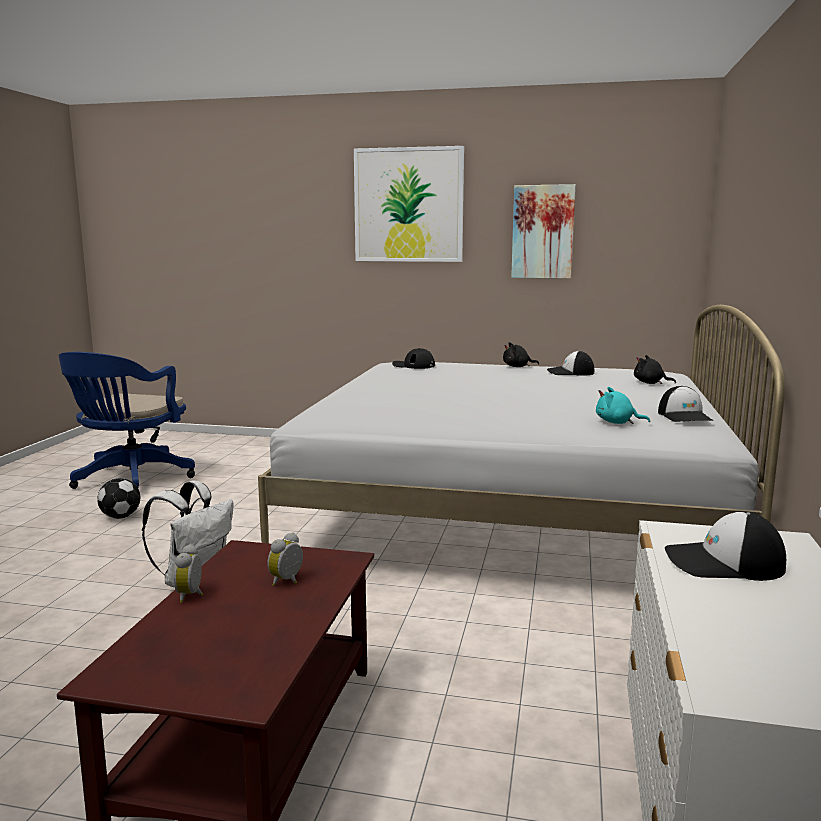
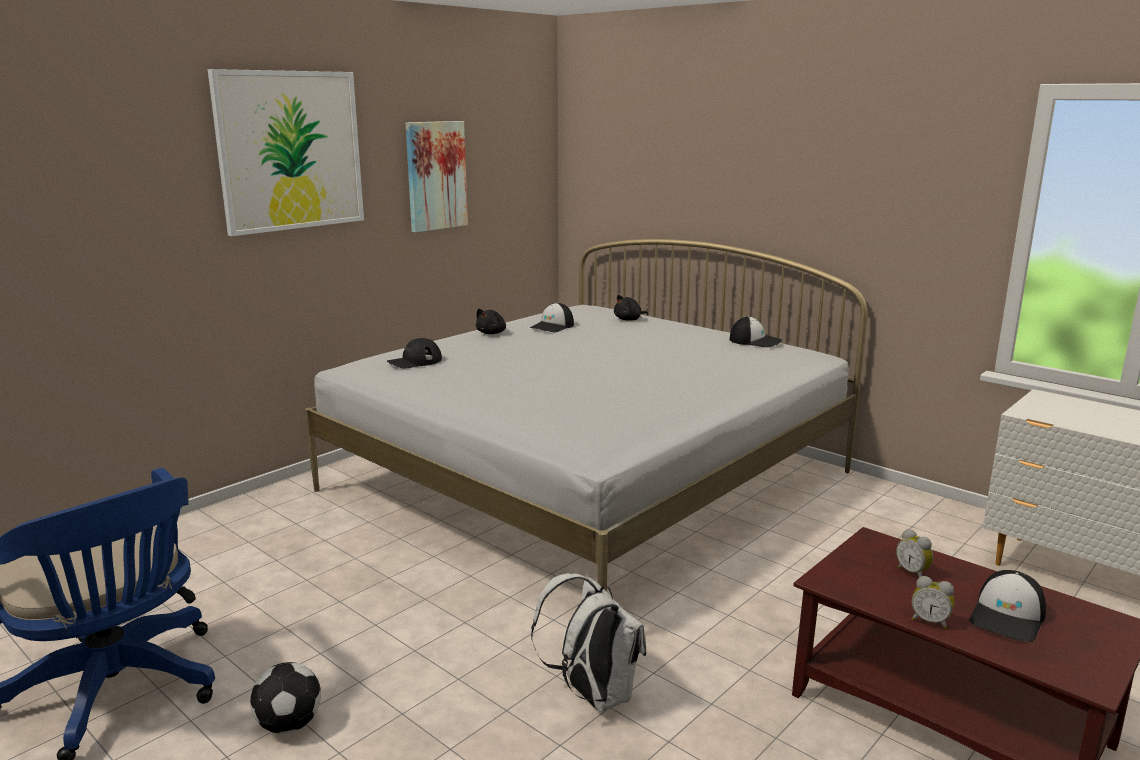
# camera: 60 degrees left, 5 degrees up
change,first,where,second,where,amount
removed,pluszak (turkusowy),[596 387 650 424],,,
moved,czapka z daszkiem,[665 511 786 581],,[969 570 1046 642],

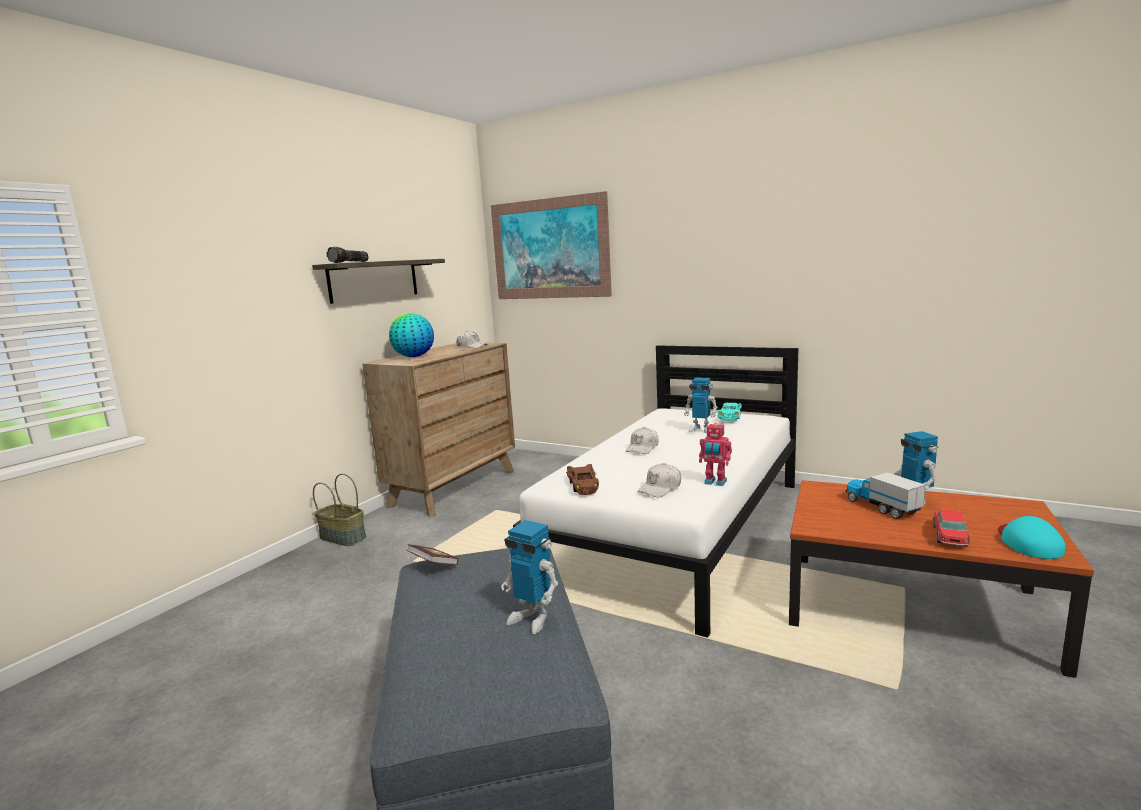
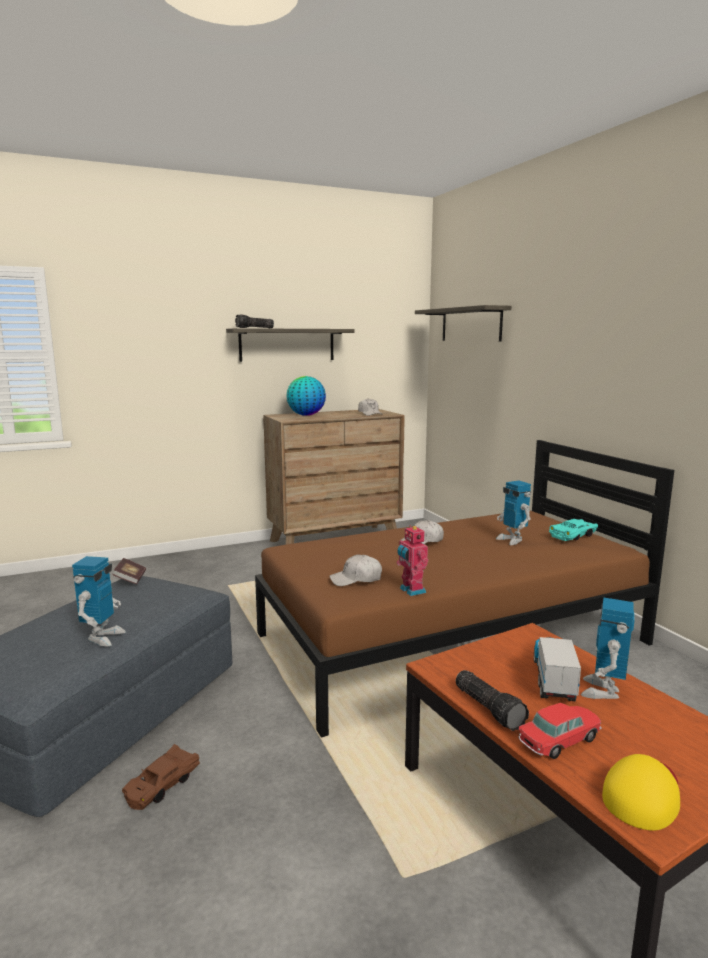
# camera: 35 degrees right, 0 degrees up
change,first,where,second,where,amount
removed,koszyk,[313 473 366 546],,,
replaced,obraz,[491 191 612 299],półka,[415 305 512 341],
turned,robot zabawkowy,[501 520 558 634],,[72 556 126 646],150 degrees counterclockwise
recoloured,łóżko (biały),[513 345 798 638],łóżko (brązowy),[255 440 674 737],
moved,samochodzik (brązowy),[566 464 599 495],,[122 744 200 810],
recoloured,czapka z daszkiem (turkusowy),[998 516 1065 559],czapka z daszkiem (żółty),[602 754 680 831],
added,,,latarka,[456 670 529 731],

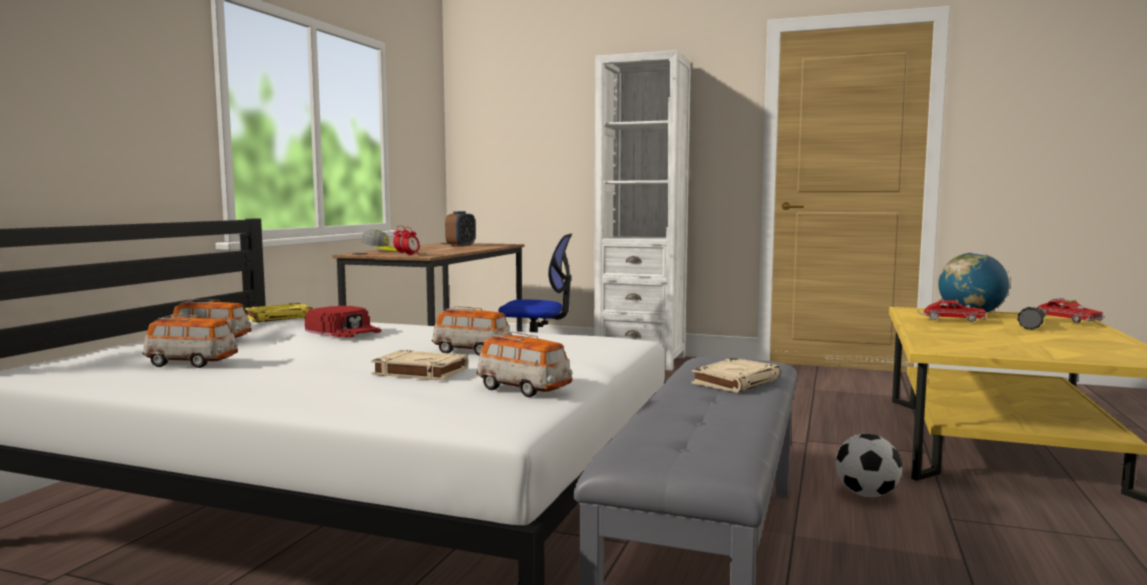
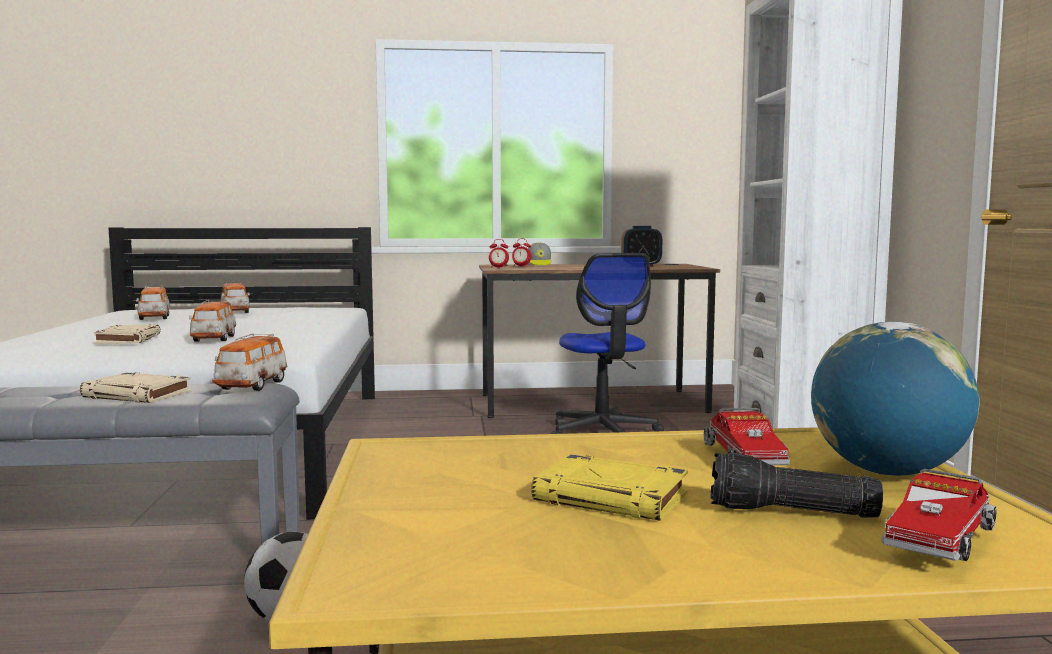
# camera: 65 degrees right, 0 degrees up
change,first,where,second,where,amount
moved,książka (żółty),[245 303 313 322],,[531 454 688 521],
removed,czapka z daszkiem (czerwony),[305 305 381 338],,,
moved,samochodzik,[476 331 572 397],,[213 333 287 391],

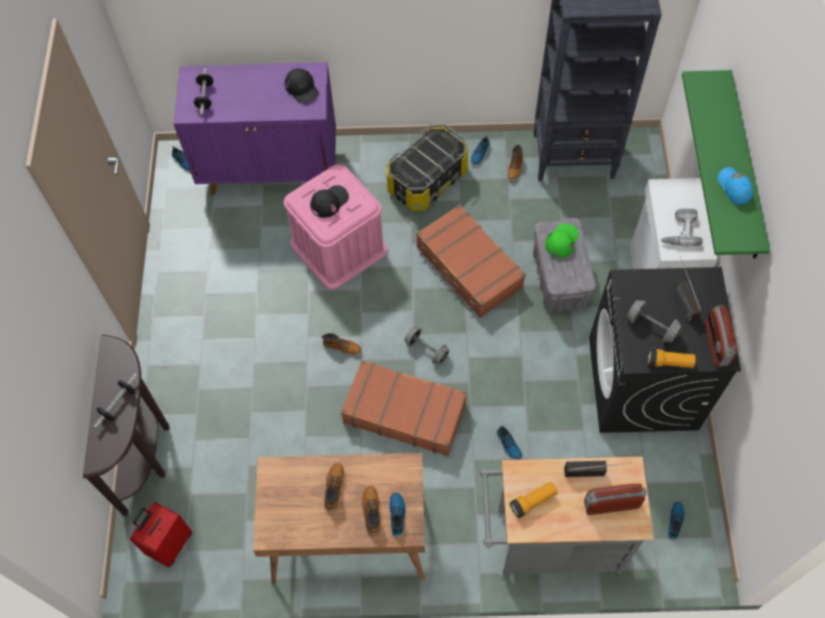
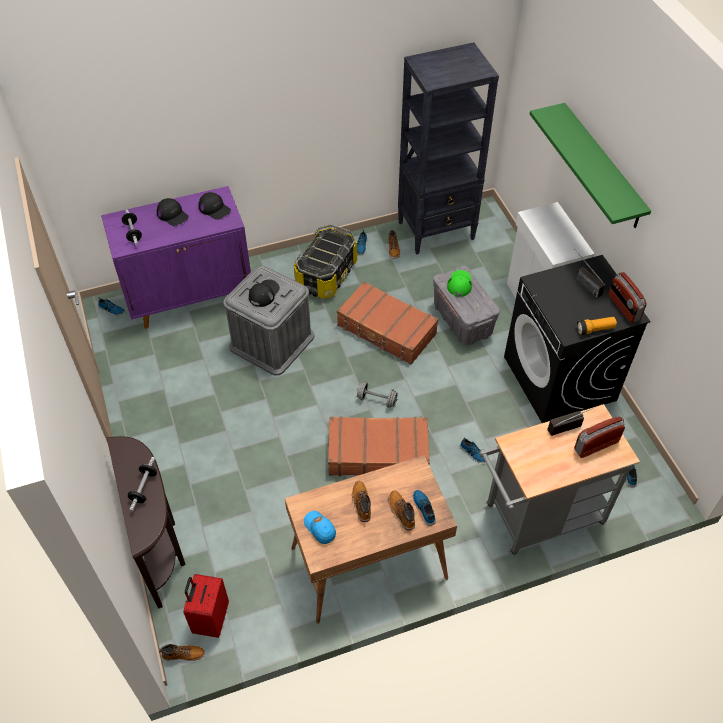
# camera: 20 degrees left, 10 degrees down
change,first,where,second,where,amount
recoloured,pojemnik do przechowywania (różowy),[284 165 387 290],pojemnik do przechowywania (szary),[223 266 314 376],
moved,but z cholewką,[321 333 362 355],,[159 644 205 661],
removed,latarka,[510 482 557 518],,,
removed,hantel (szary),[627 300 682 343],,,
removed,wiertarka,[661 209 703 246],,,
moved,czapka z daszkiem (niebieski),[718 167 753 205],,[304 511 336 544],
added,,,czapka z daszkiem (czarny),[157 198 189 226],

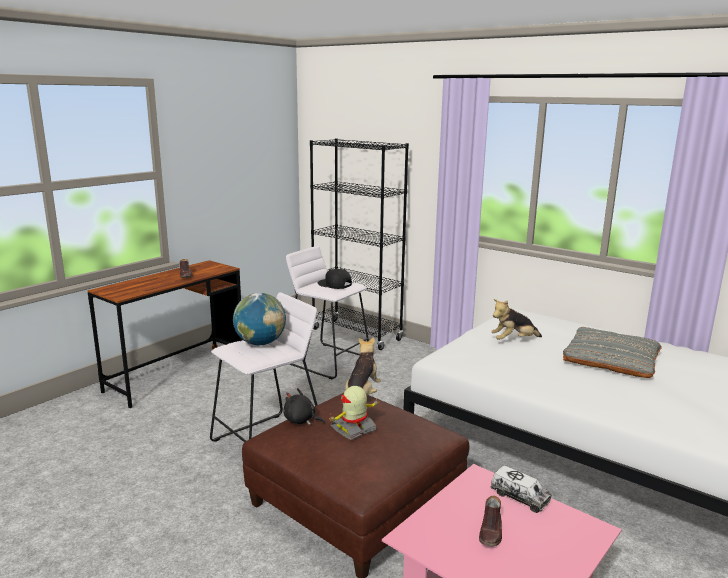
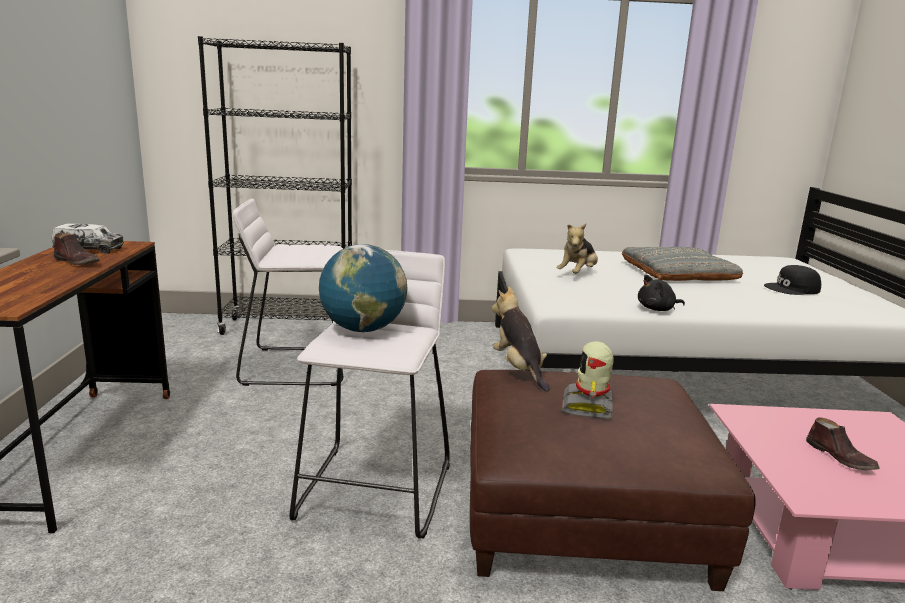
# camera: 40 degrees left, 0 degrees up
change,first,where,second,where,amount
moved,pluszak (czarny),[283 388 325 425],,[638 275 685 311],
moved,czapka z daszkiem (czarny),[318 269 352 289],,[764 265 821 295],
moved,ciężarówka zabawkowa,[491 465 552 513],,[52 223 124 254],

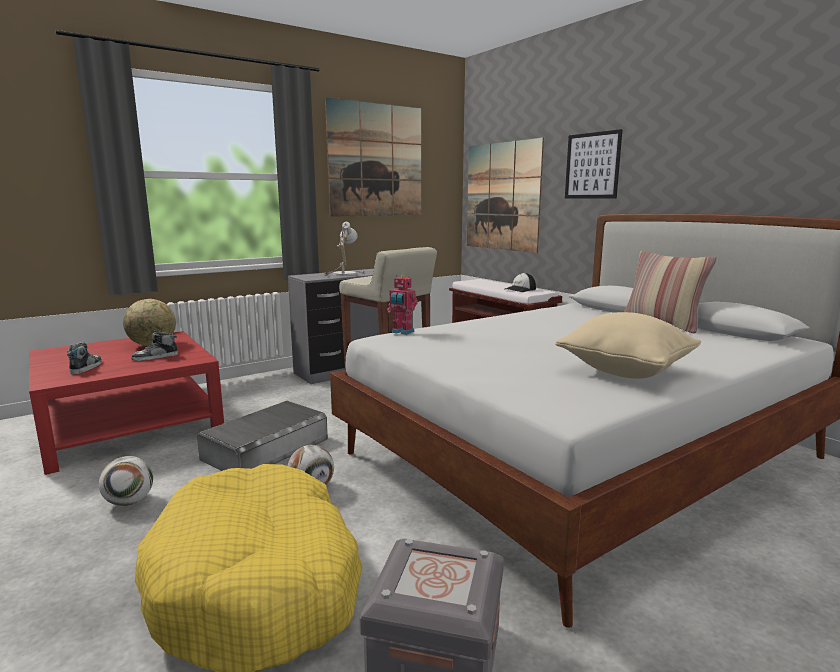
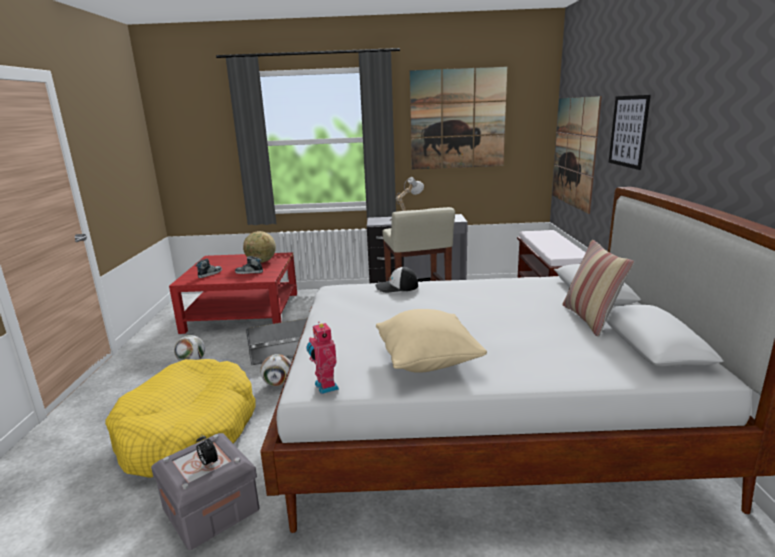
# camera: 35 degrees right, 5 degrees up
change,first,where,second,where,amount
moved,robot zabawkowy,[387 275 418 335],,[306 321 339 394],
moved,czapka z daszkiem,[505 273 536 292],,[376 267 418 293],
added,,,budzik,[196 434 218 468],

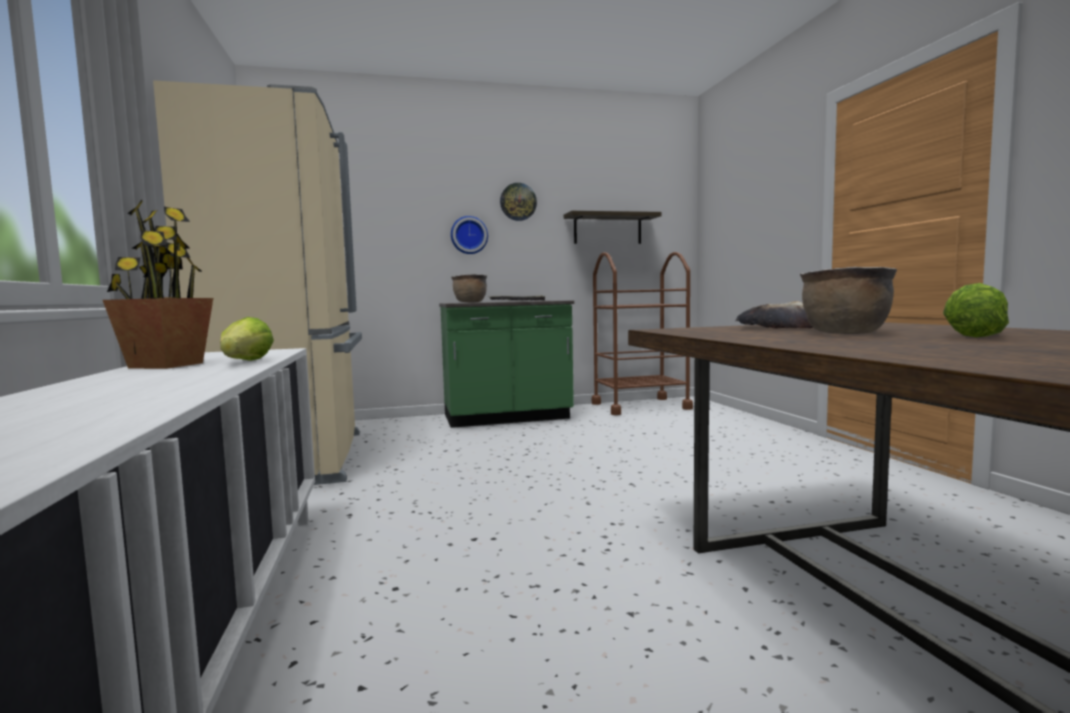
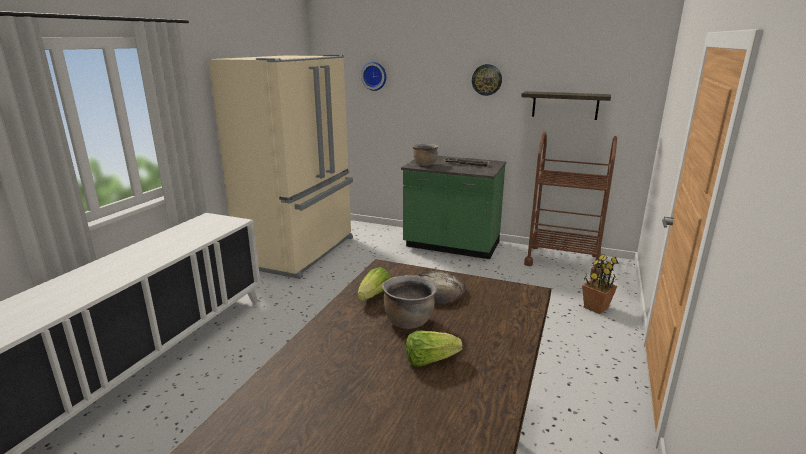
# camera: 35 degrees right, 15 degrees up
change,first,where,second,where,amount
moved,roślina doniczkowa,[103 200 213 369],,[582 254 619 314],
moved,sałata,[220 317 274 361],,[357 267 391 301],
moved,zegar ścienny,[451 216 488 254],,[361 62 386 91],

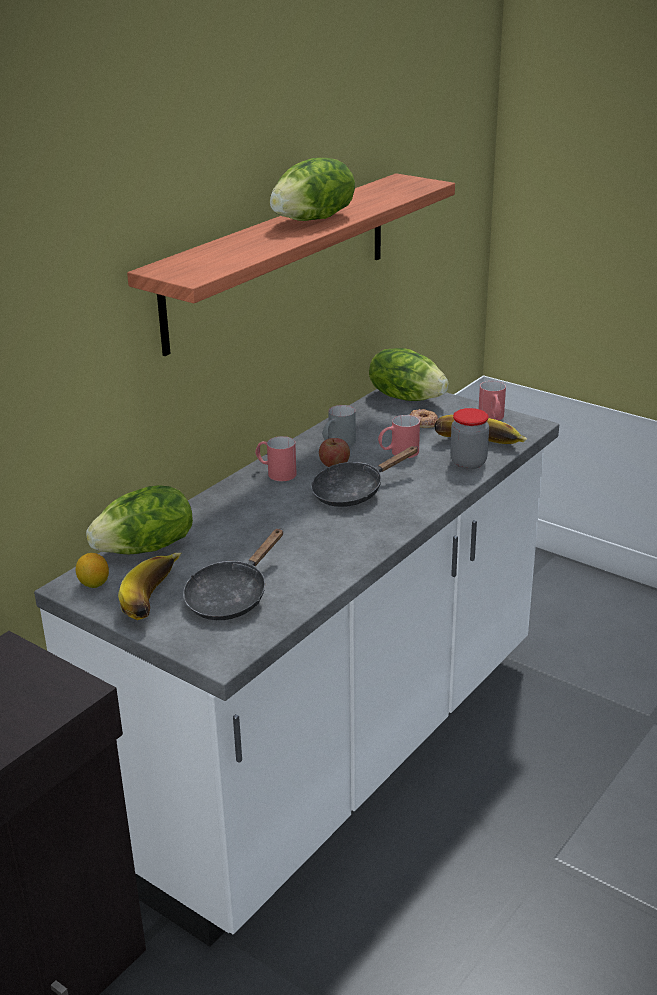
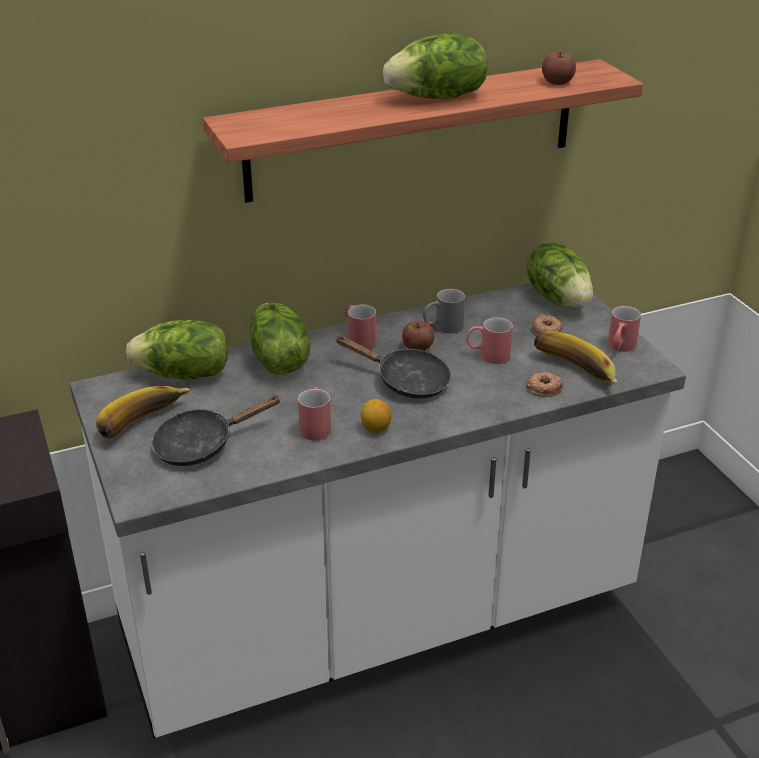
# camera: 30 degrees right, 5 degrees up
change,first,where,second,where,amount
moved,cytryna,[76 553 109 588],,[361 399 391 433],
turned,patelnia (czarny),[311 446 418 507],,[335 336 451 399],150 degrees counterclockwise
replaced,słoik,[450 408 489 469],donut,[526 372 563 397],
added,,,sałata,[250 303 310 375],
added,,,kubek (czerwony),[298 387 331 440],
added,,,jabłko,[542 52 576 85],

